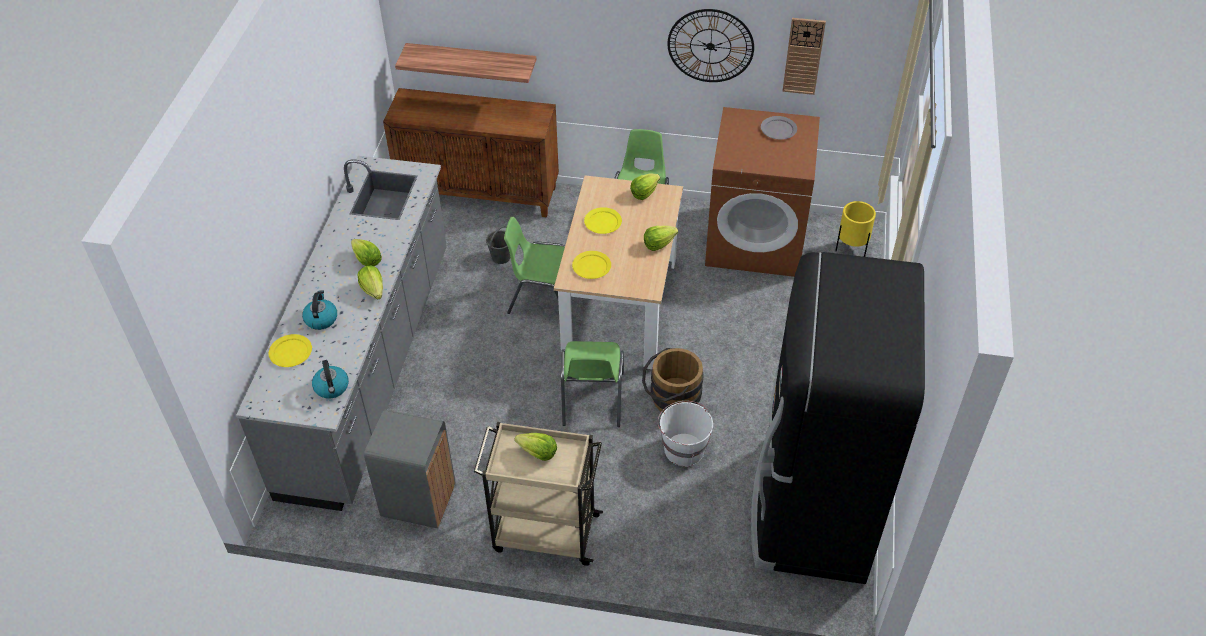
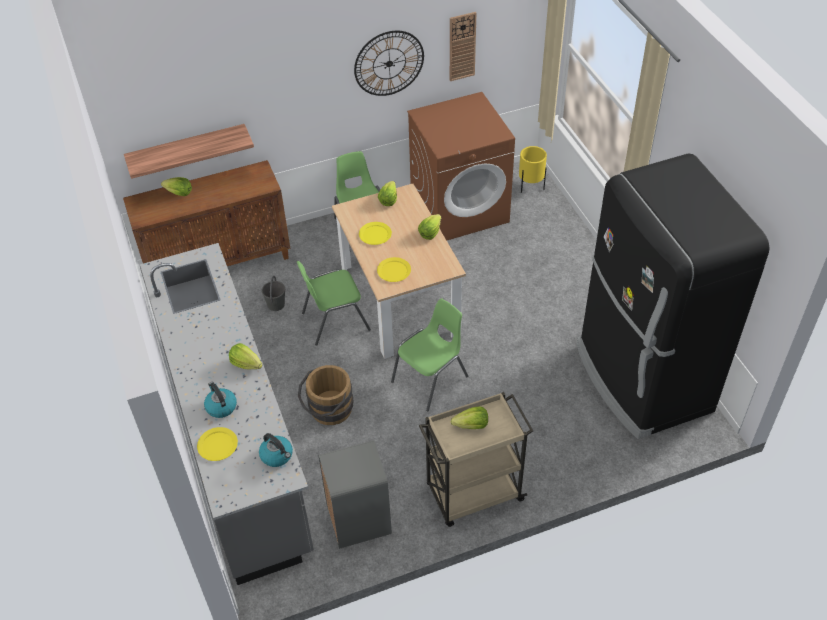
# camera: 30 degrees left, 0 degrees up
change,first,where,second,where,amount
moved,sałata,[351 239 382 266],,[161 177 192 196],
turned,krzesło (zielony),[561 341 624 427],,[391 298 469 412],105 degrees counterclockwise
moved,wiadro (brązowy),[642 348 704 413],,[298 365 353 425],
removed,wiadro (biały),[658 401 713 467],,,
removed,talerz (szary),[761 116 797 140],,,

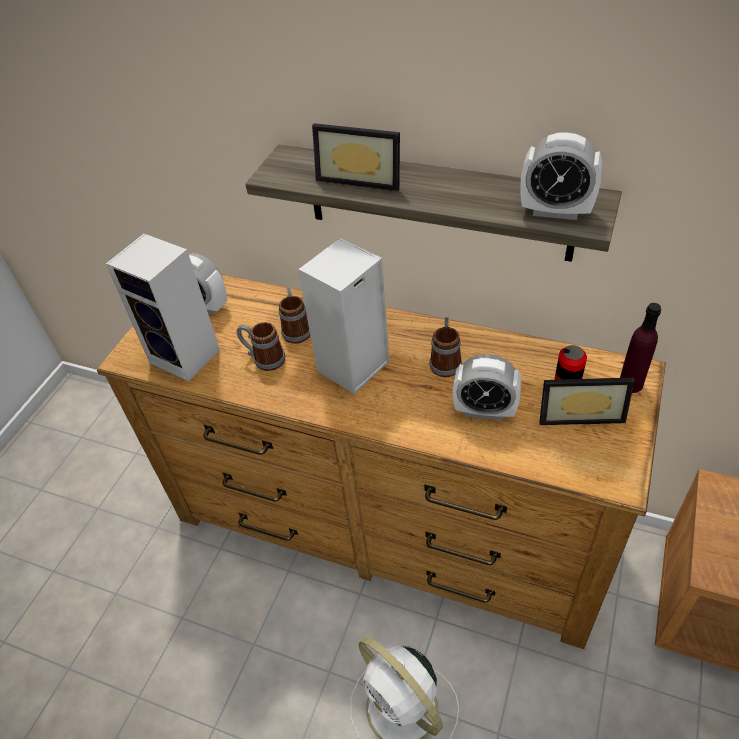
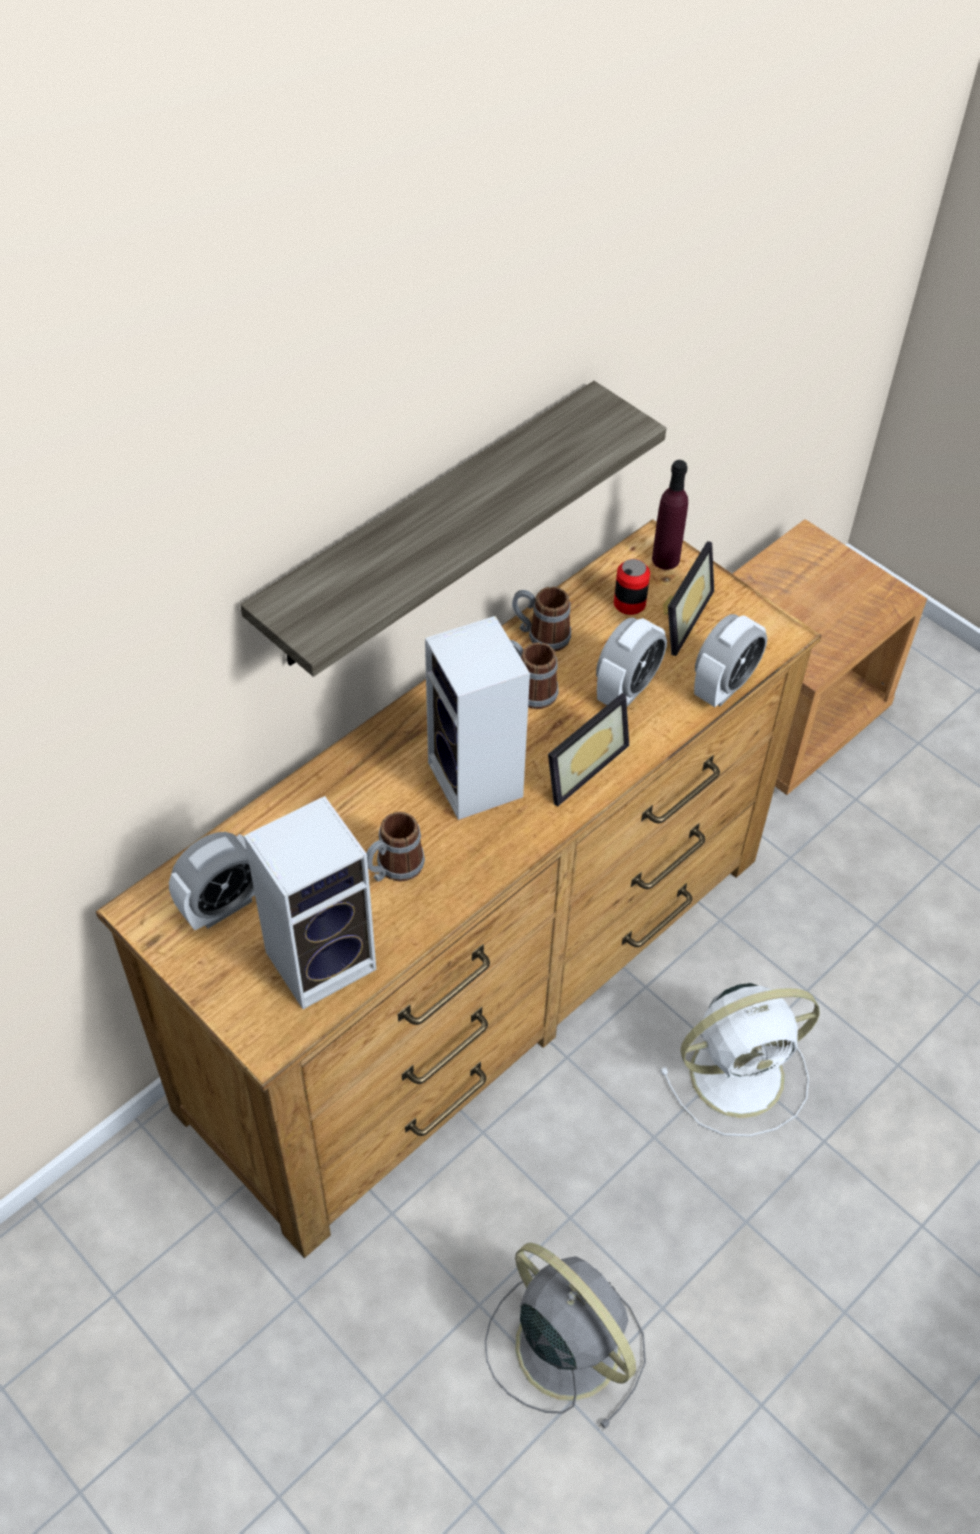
# camera: 70 degrees left, 5 degrees up
change,first,where,second,where,amount
moved,kubek,[279 288 310 344],,[512 587 571 652],
moved,ramka na zdjęcie,[312 123 400 191],,[548 693 629 806],
moved,budzik,[520 132 602 220],,[694 614 767 707],
added,,,wentylator (szary),[485 1243 646 1430],

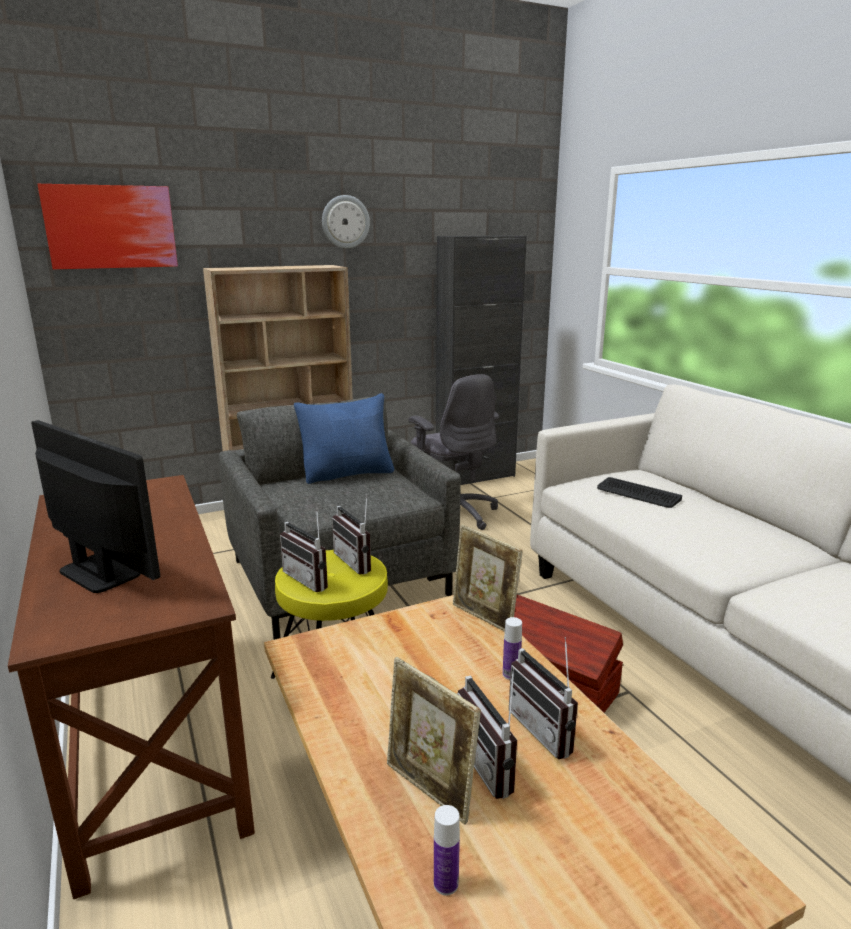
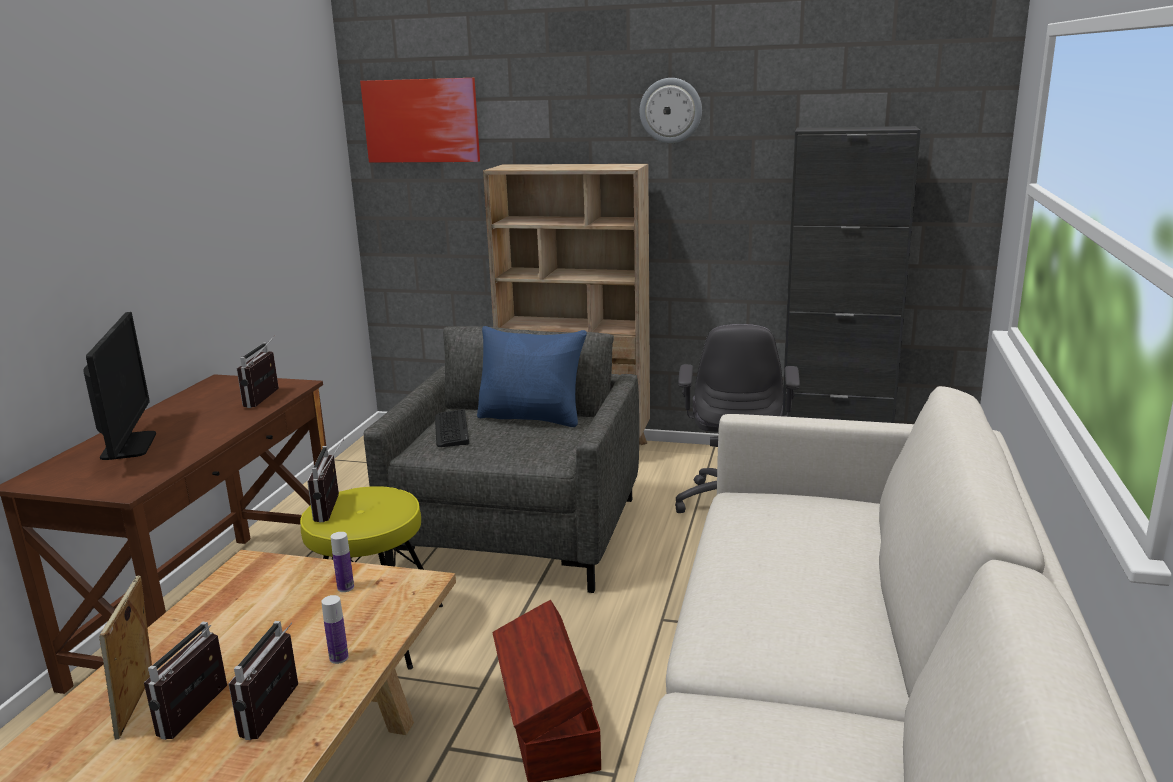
# camera: 40 degrees right, 0 degrees up
change,first,where,second,where,amount
moved,radio,[332 495 371 575],,[237 335 279 408],
moved,butelka,[434 805 460 895],,[331 532 354 592],
removed,ramka na zdjęcie,[453 525 523 632],,,
moved,klawiatura,[597 477 682 508],,[435 409 469 447],

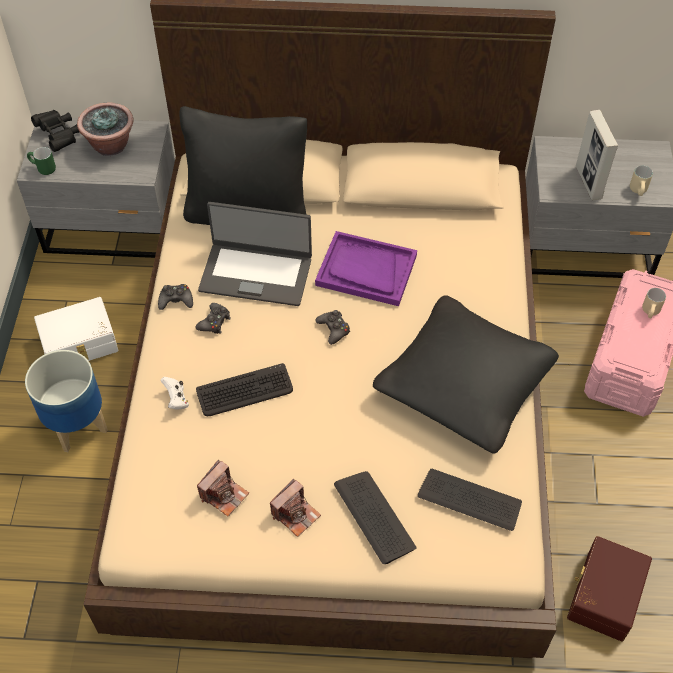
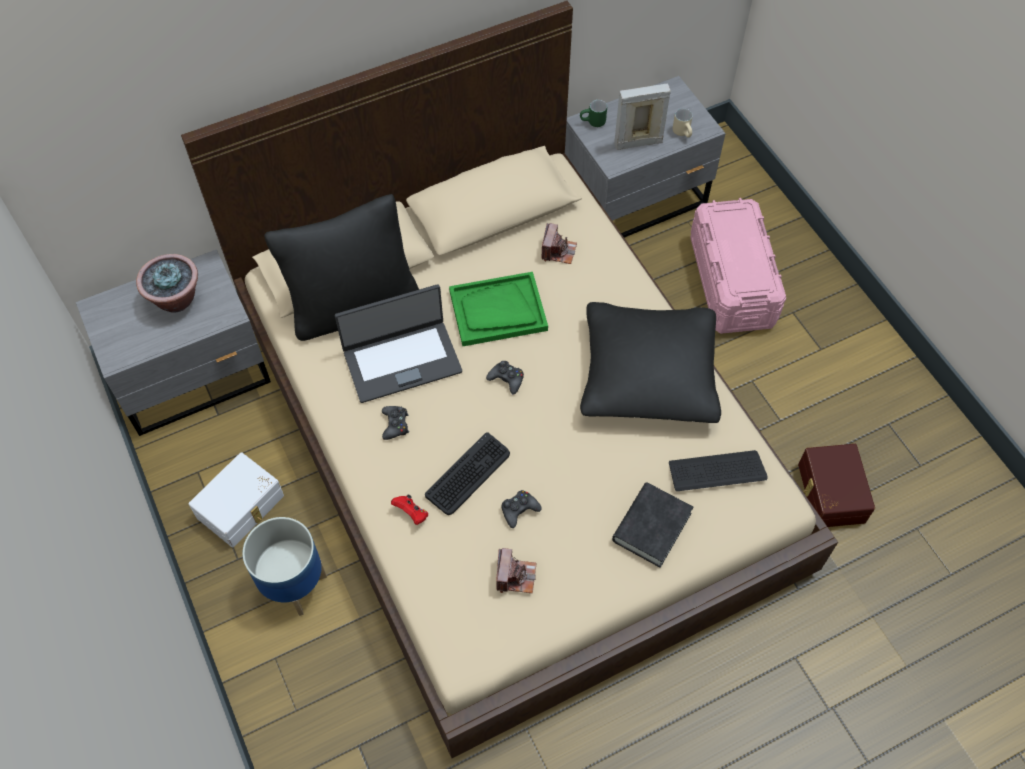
# camera: 30 degrees left, 5 degrees up
change,first,where,second,where,amount
moved,kubek (zielony),[27 147 56 175],,[580 100 607 127],
removed,lornetka (czarny),[31 110 80 152],,,
moved,pad do gier (czarny),[158 284 193 310],,[502 490 542 528],
recoloured,pad do gier (biały),[161 377 189 410],pad do gier (czerwony),[391 494 428 525],
moved,aparat fotograficzny,[270 479 321 537],,[541 223 577 264],
recoloured,taca (fioletowy),[315 231 417 306],taca (zielony),[449 272 548 346],
replaced,klawiatura,[334 471 416 564],książka (czarny),[612 483 693 568],
turned,ramka na zdjęcie,[576 110 618 200],,[614 83 671 150],120 degrees clockwise
removed,kubek (beżowy),[642 288 666 318],,,

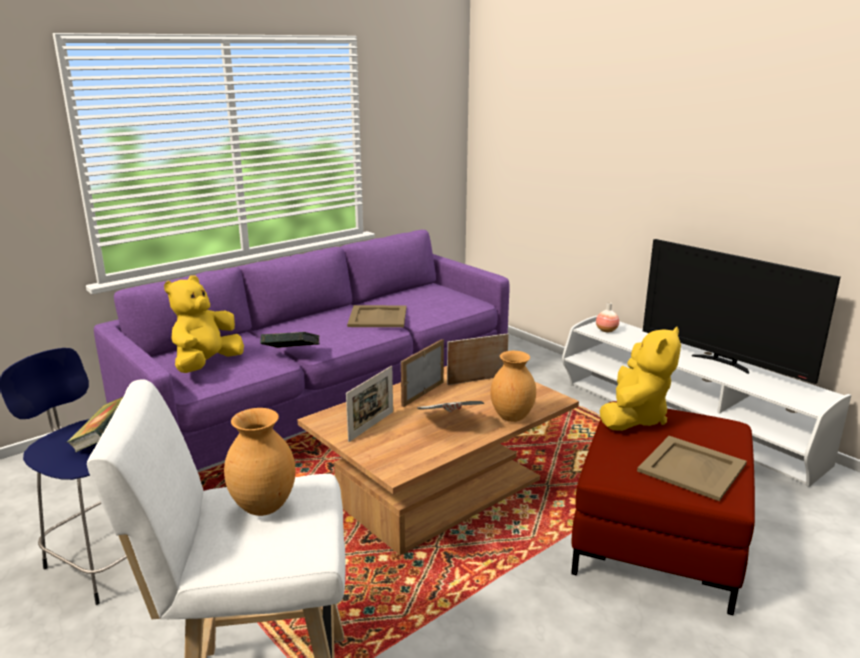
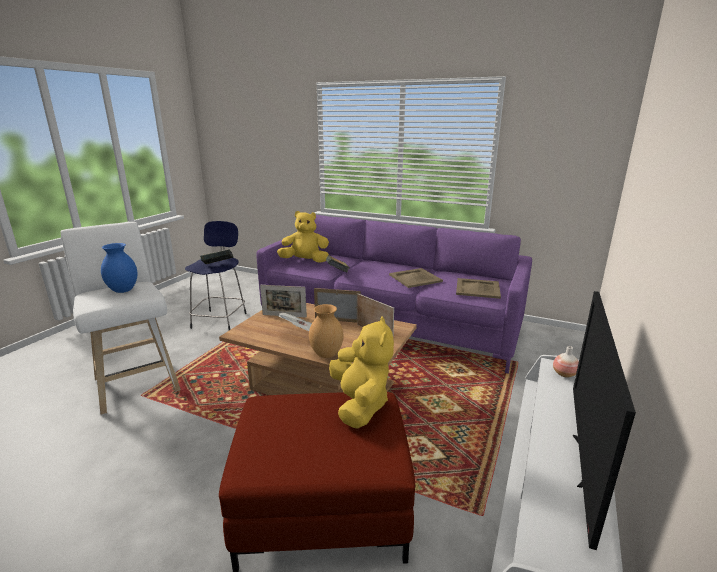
# camera: 65 degrees right, 0 degrees up
change,first,where,second,where,amount
recoloured,wazon (brązowy),[224 408 296 516],wazon (niebieski),[101 243 137 293],
turned,pluszak (żółty),[600 327 681 431],,[329 317 394 429],105 degrees counterclockwise
moved,taca (beżowy),[637 436 747 501],,[456 278 501 299],

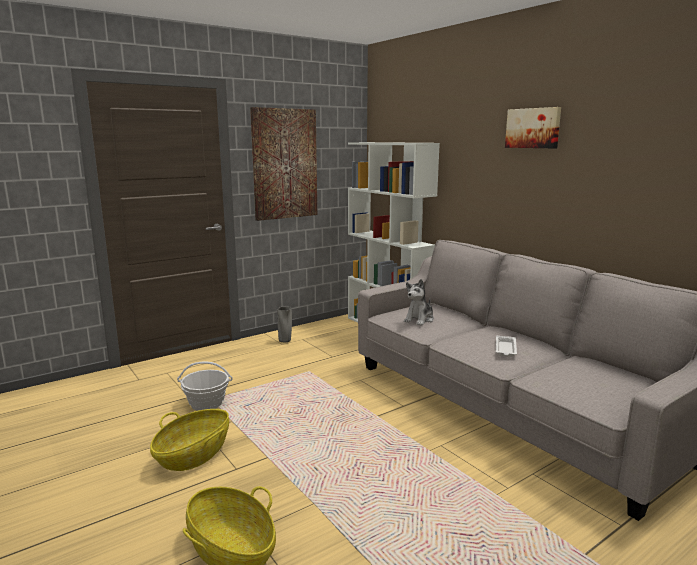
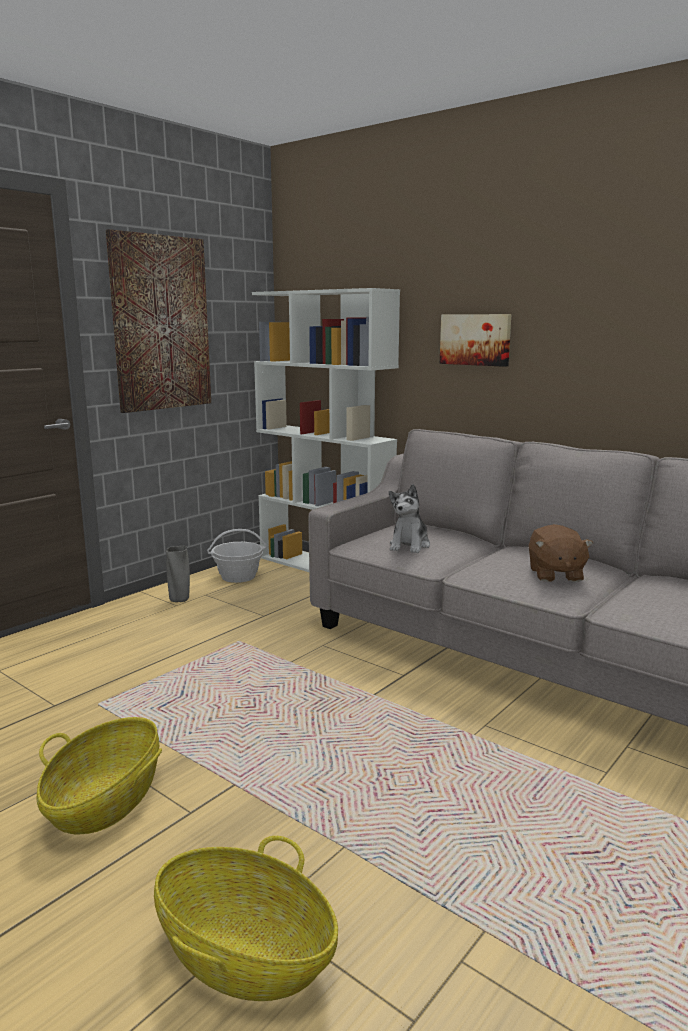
# camera: 15 degrees left, 0 degrees up
change,first,where,second,where,amount
moved,koszyk,[177 362 232 411],,[207 529 267 583],
replaced,taca (biały),[496 336 517 357],pluszak (brązowy),[529 524 593 582],
moved,obraz,[505 107 561 148],,[440 314 511 367],

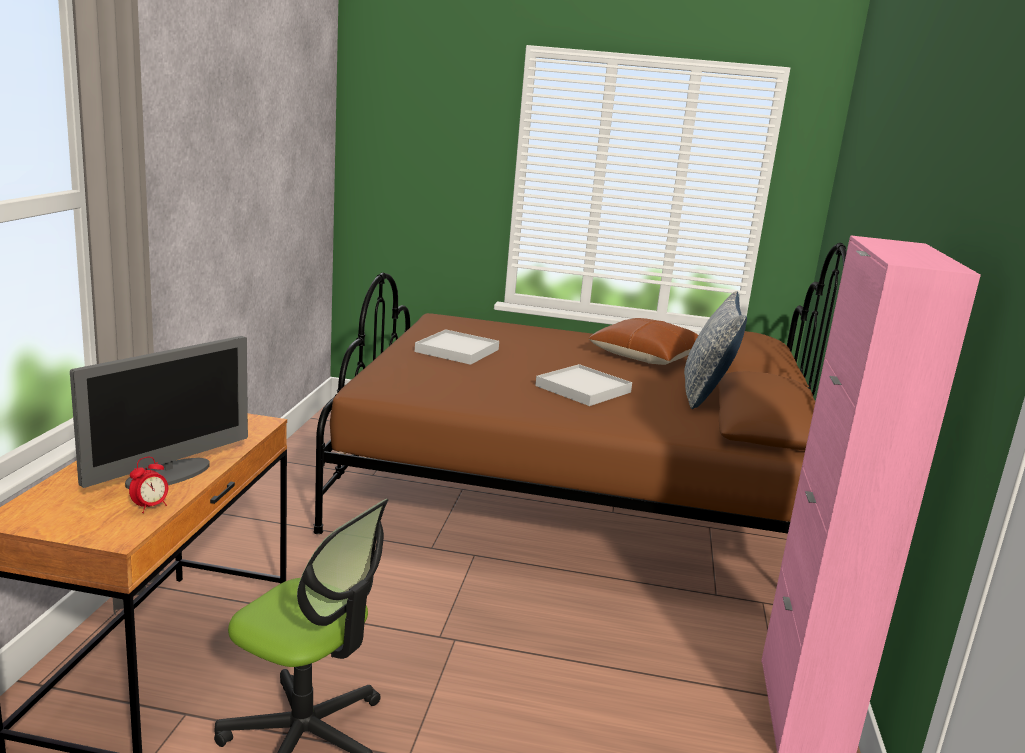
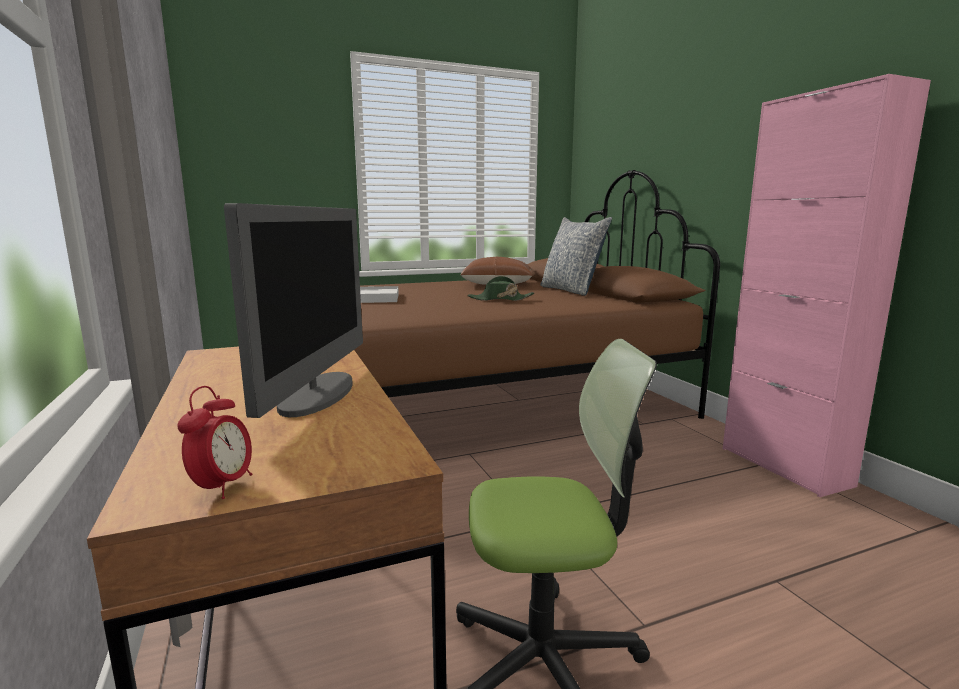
# camera: 30 degrees left, 5 degrees down
change,first,where,second,where,amount
moved,budzik,[129 457 168 513],,[177 386 252 499],
replaced,taca (biały),[535 364 632 406],kapelusz (zielony),[467 276 534 301],

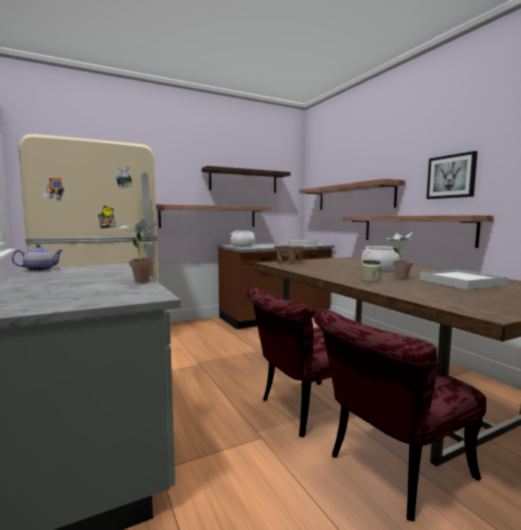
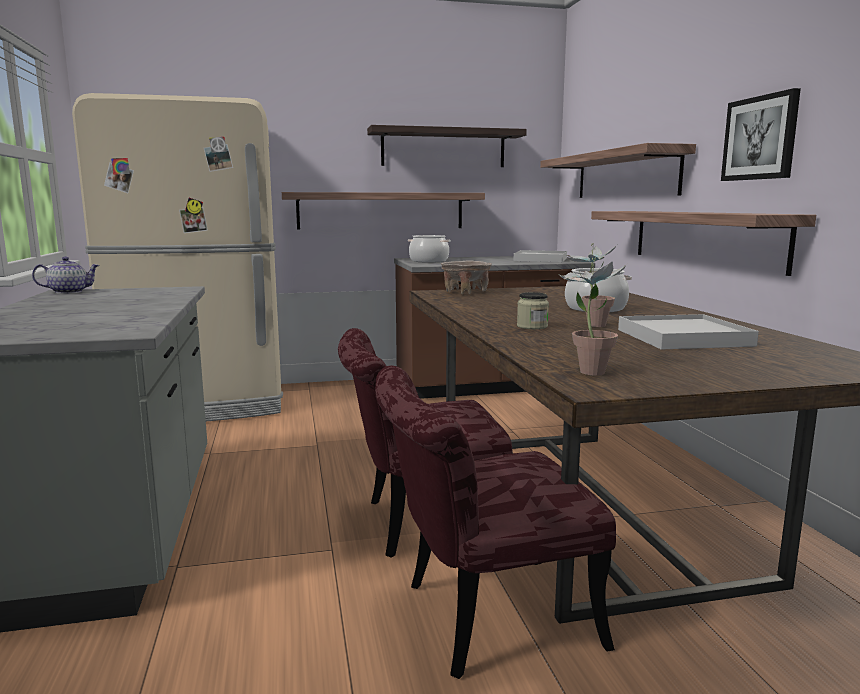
# camera: 15 degrees right, 5 degrees up
change,first,where,second,where,amount
moved,roślina doniczkowa,[119 218 158 283],,[557 258 627 375],

